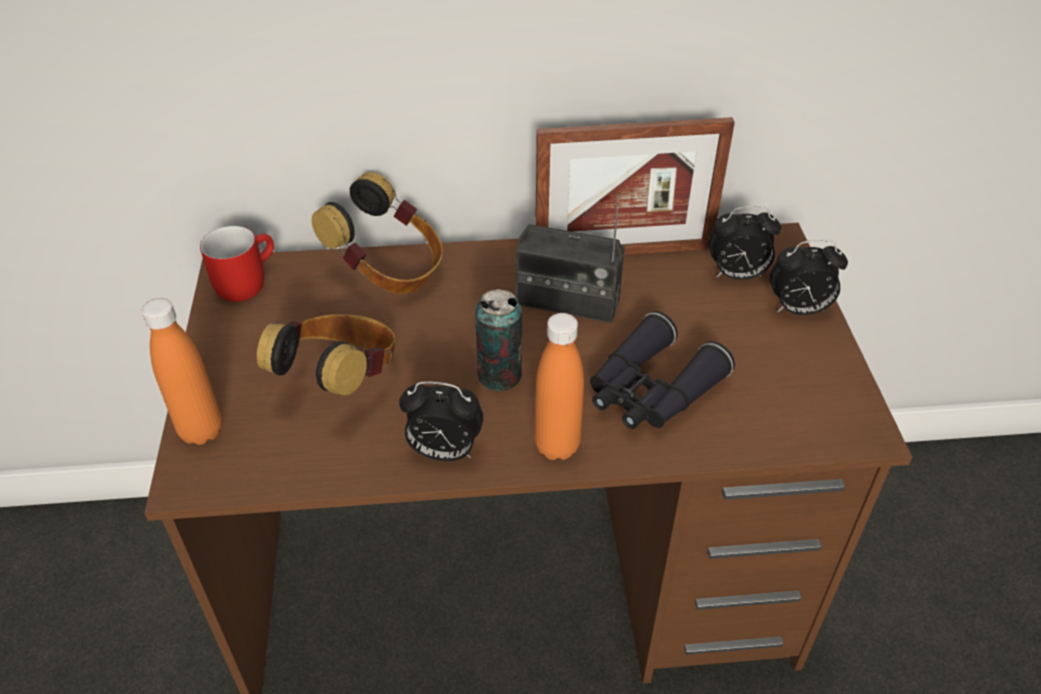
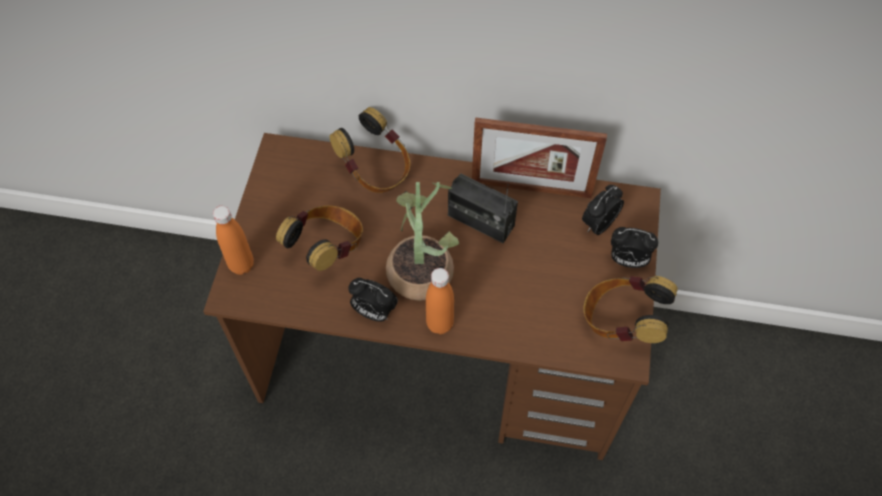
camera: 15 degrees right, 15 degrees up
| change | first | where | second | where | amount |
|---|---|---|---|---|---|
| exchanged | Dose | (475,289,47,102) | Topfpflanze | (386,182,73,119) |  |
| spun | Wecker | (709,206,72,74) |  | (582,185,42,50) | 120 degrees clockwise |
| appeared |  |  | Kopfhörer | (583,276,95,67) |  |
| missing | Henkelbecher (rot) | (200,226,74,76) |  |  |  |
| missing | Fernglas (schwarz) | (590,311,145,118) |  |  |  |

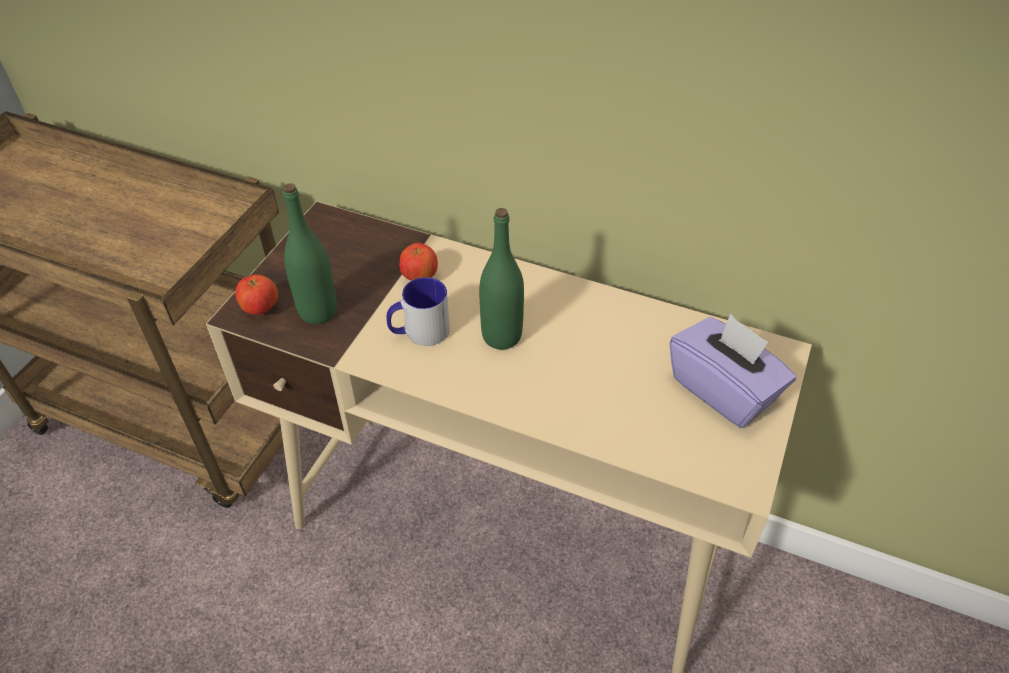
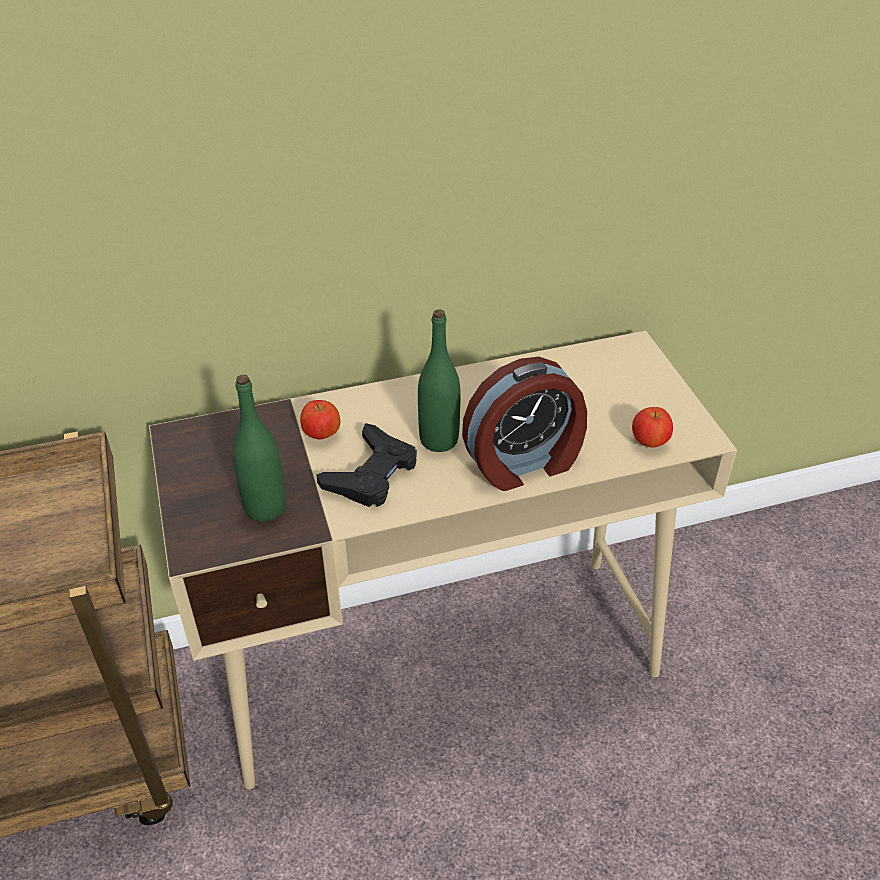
camera: 40 degrees left, 5 degrees down
| change | first | where | second | where | amount |
|---|---|---|---|---|---|
| exchanged | Henkelbecher | (386,277,64,69) | Gamepad (schwarz) | (316,423,101,84) |  |
| appeared |  |  | Wecker | (462,357,125,134) |  |
| relocated | Apfel | (235,274,43,40) |  | (632,407,41,41) |  |
| missing | Taschentuchbox (lila) | (670,314,126,114) |  |  |  |

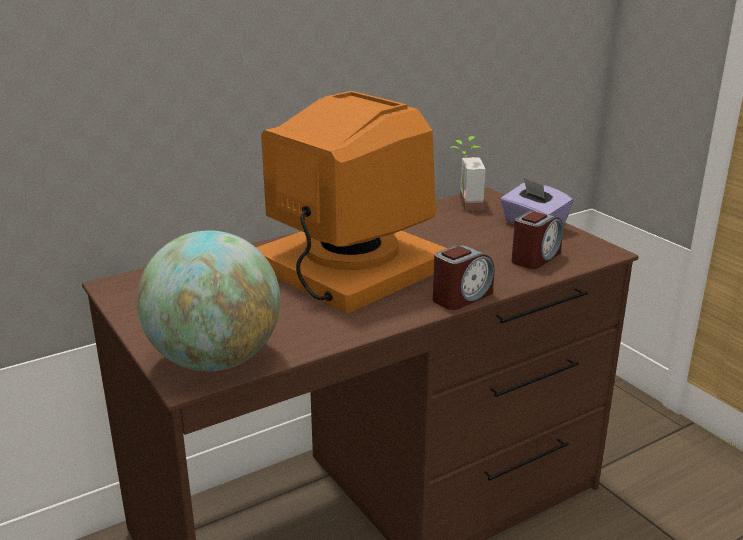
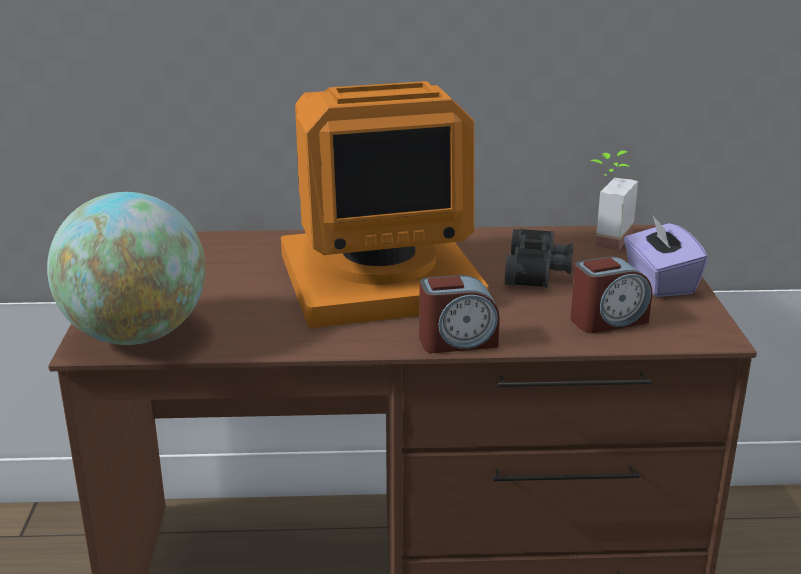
camera: 30 degrees right, 0 degrees up
| change | first | where | second | where | amount |
|---|---|---|---|---|---|
| spun | Monitor | (256,91,191,222) |  | (281,81,208,247) | 90 degrees clockwise |
| appeared |  |  | Fernglas (schwarz) | (505,228,69,60) |  |

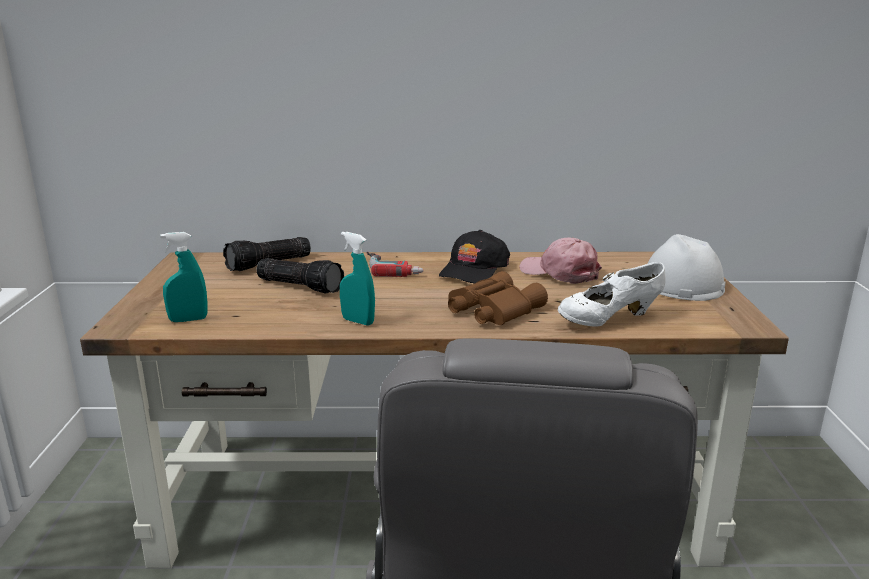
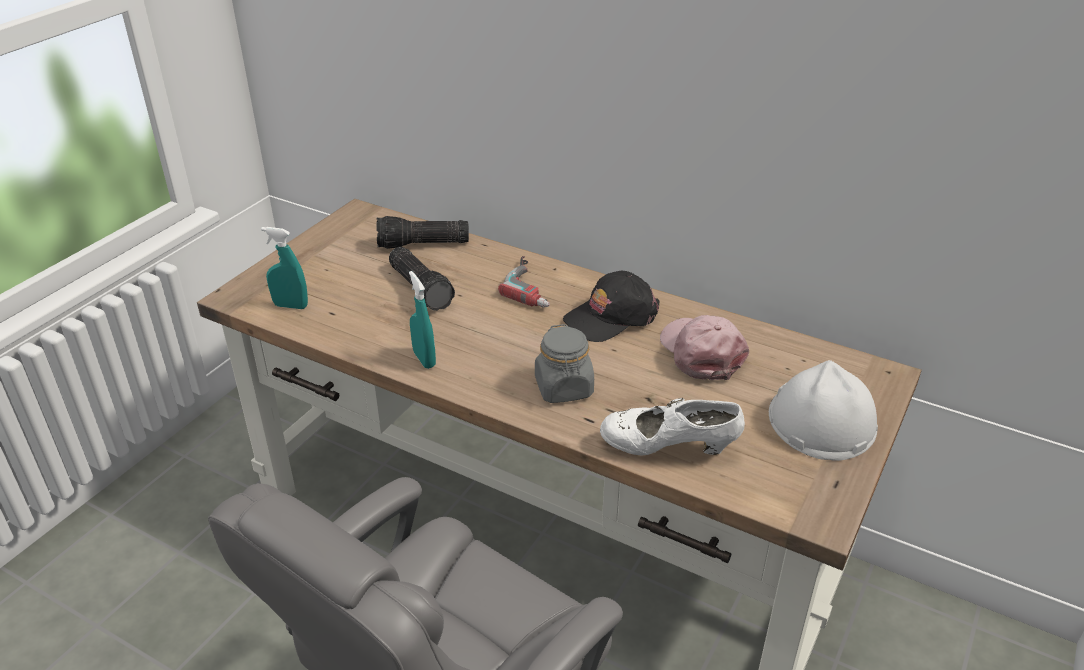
camera: 30 degrees right, 15 degrees up
| change | first | where | second | where | amount |
|---|---|---|---|---|---|
| exchanged | Fernglas (braun) | (448,271,100,54) | Vorratsglas (grau) | (535,324,59,79) |  |

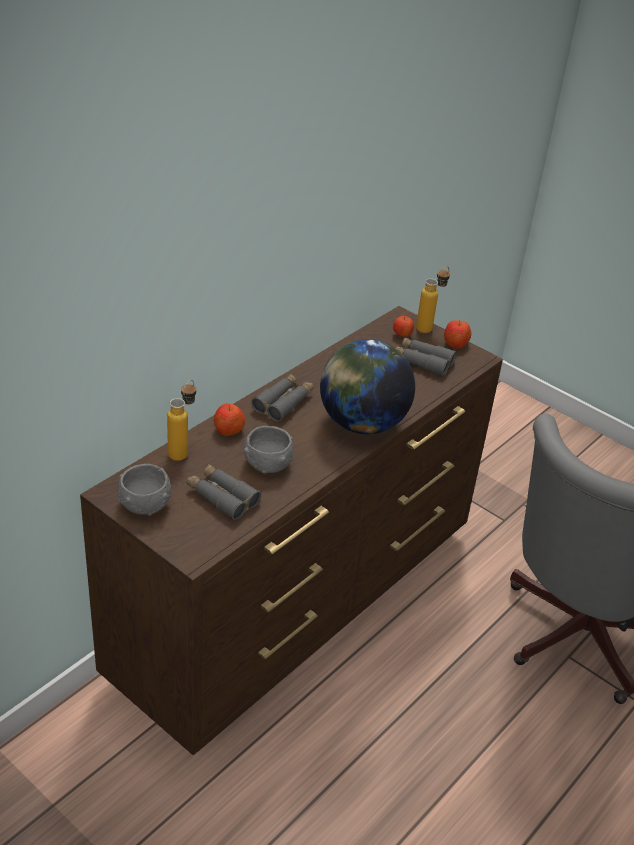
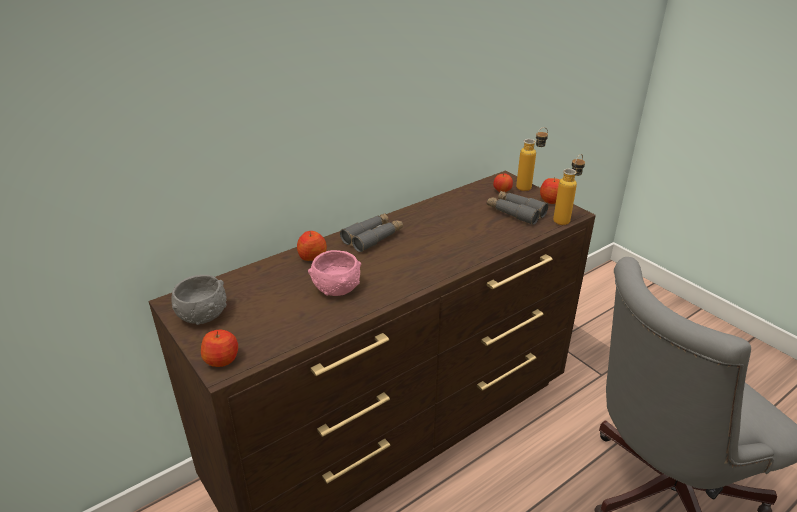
camera: 15 degrees right, 5 degrees down
| change | first | where | second | where | amount |
|---|---|---|---|---|---|
| appeared |  |  | Apfel | (201,330,37,37) |  |
| colour | Schüssel (grau) | (244,426,50,48) | Schüssel (rosa) | (308,250,53,46) |  |
| relocated | Flasche | (167,380,29,81) |  | (553,154,32,71) |  |
| missing | Fernglas (grau) | (186,464,75,56) |  |  |  |
| missing | Globus | (320,339,95,95) |  |  |  |

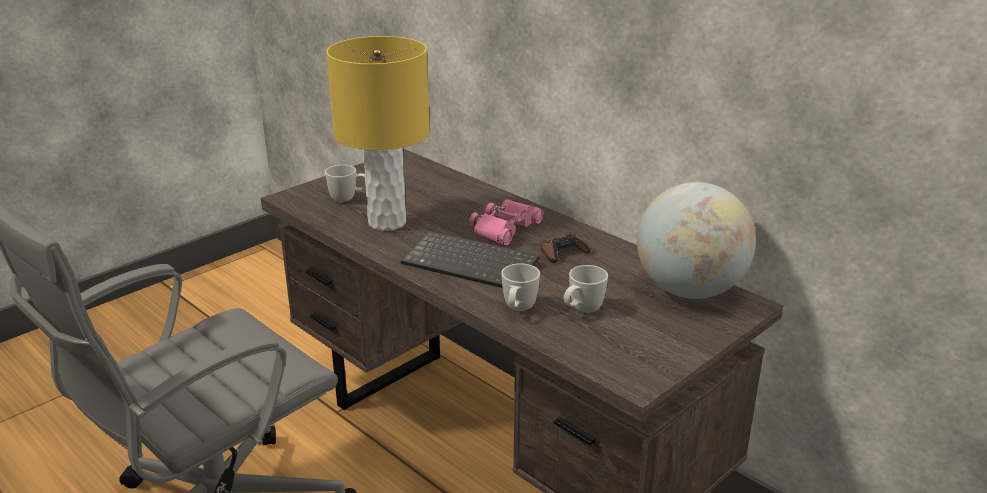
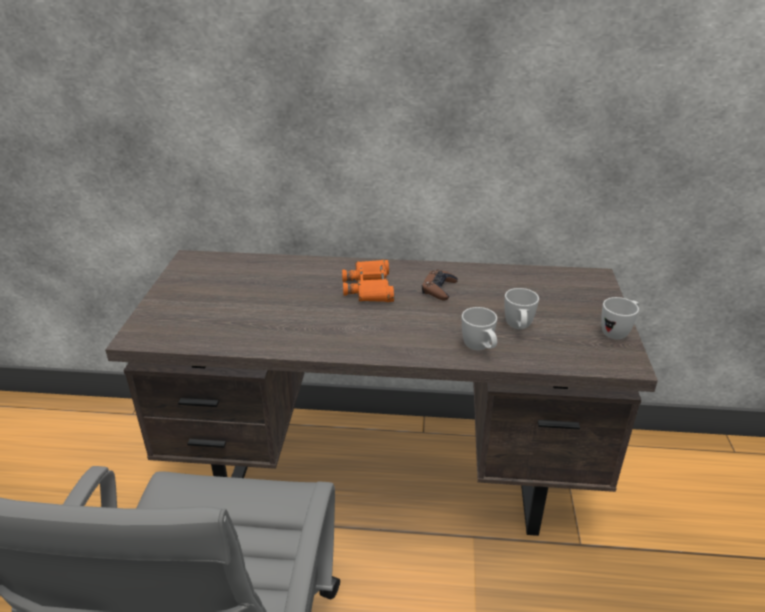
camera: 40 degrees left, 5 degrees up
| change | first | where | second | where | amount |
|---|---|---|---|---|---|
| colour | Fernglas (rosa) | (469,199,75,47) | Fernglas (orange) | (342,260,52,42) |  |
| relocated | Henkelbecher (weiß) | (325,165,40,37) |  | (601,297,38,42) |  |
| missing | Tischlampe (gelb) | (326,36,104,195) |  |  |  |
| missing | Tastatur | (401,231,138,57) |  |  |  |
| missing | Globus | (637,182,119,117) |  |  |  |

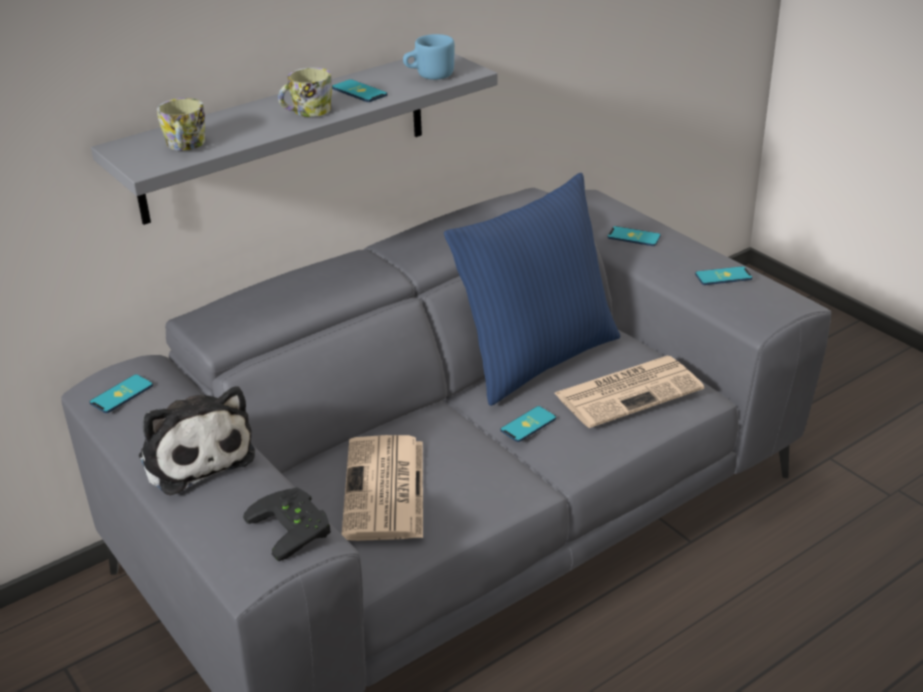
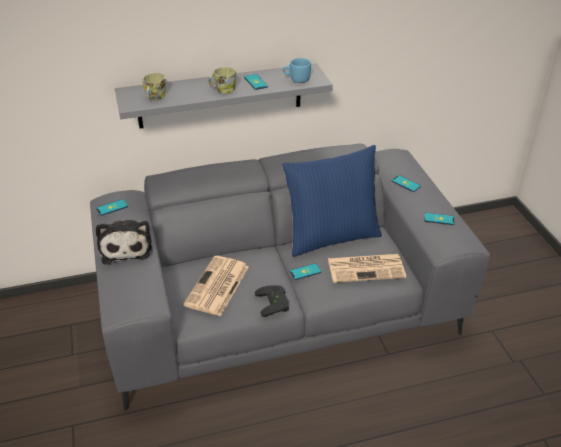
camera: 20 degrees right, 5 degrees up
| change | first | where | second | where | amount |
|---|---|---|---|---|---|
| relocated | Gamepad (schwarz) | (243,487,88,74) |  | (255,285,34,32) |  |

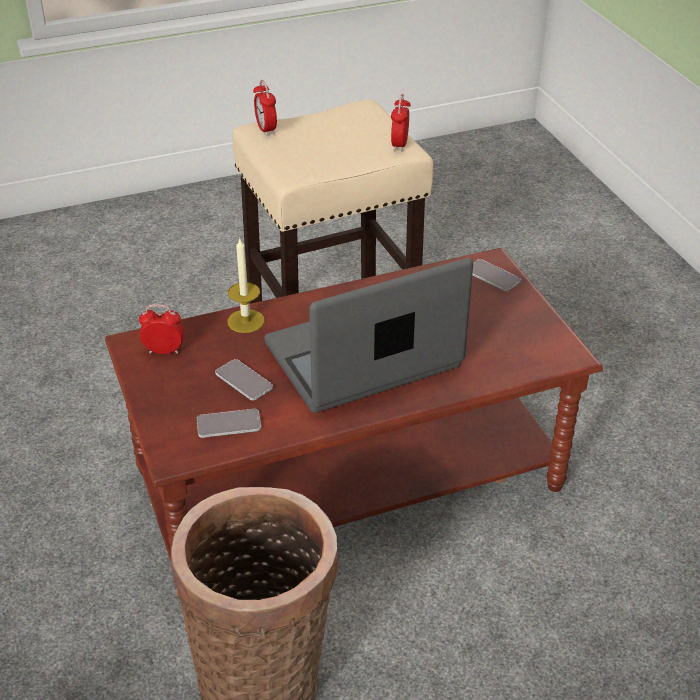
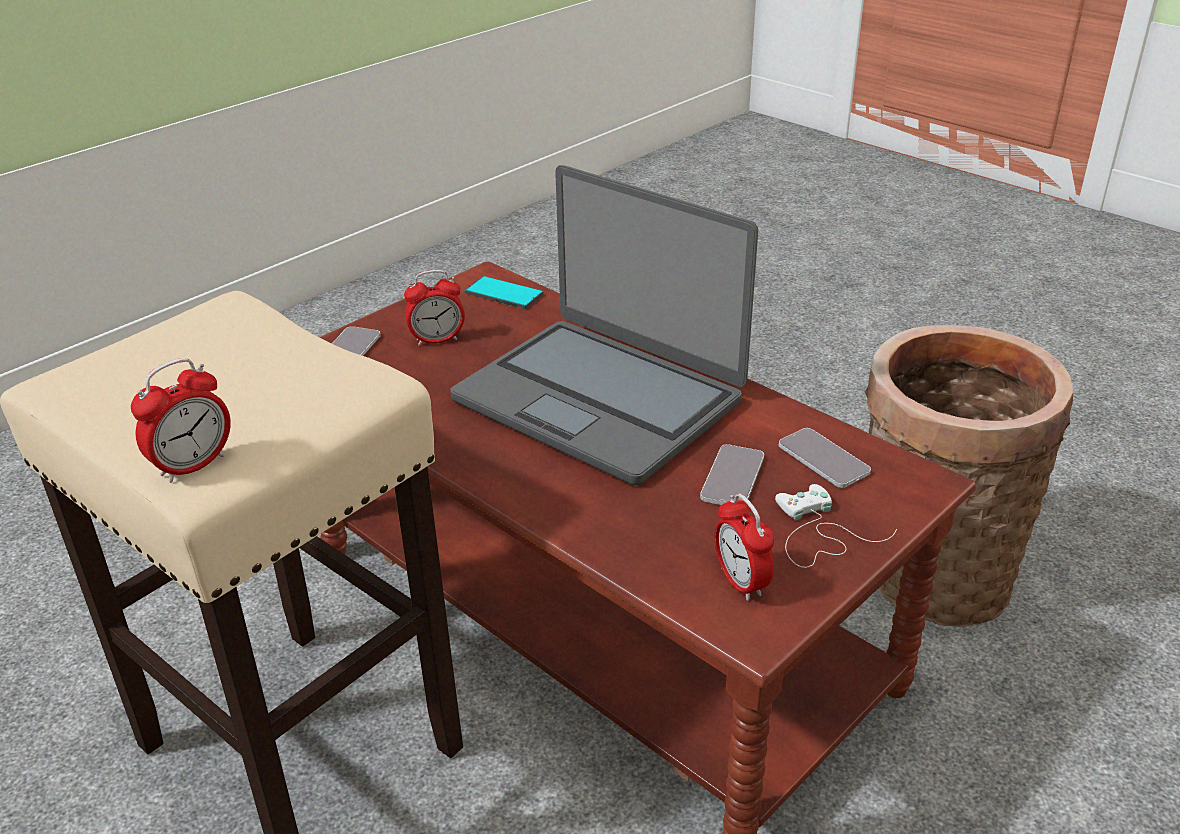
camera: 115 degrees left, 5 degrees down
| change | first | where | second | where | amount |
|---|---|---|---|---|---|
| relocated | Wecker | (391,94,20,58) |  | (404,270,61,76) |  |
| appeared |  |  | Handy | (464,276,80,33) |  |
| appeared |  |  | Gamepad (weiß) | (775,484,122,84) |  |
| missing | Kerze | (227,237,38,96) |  |  |  |

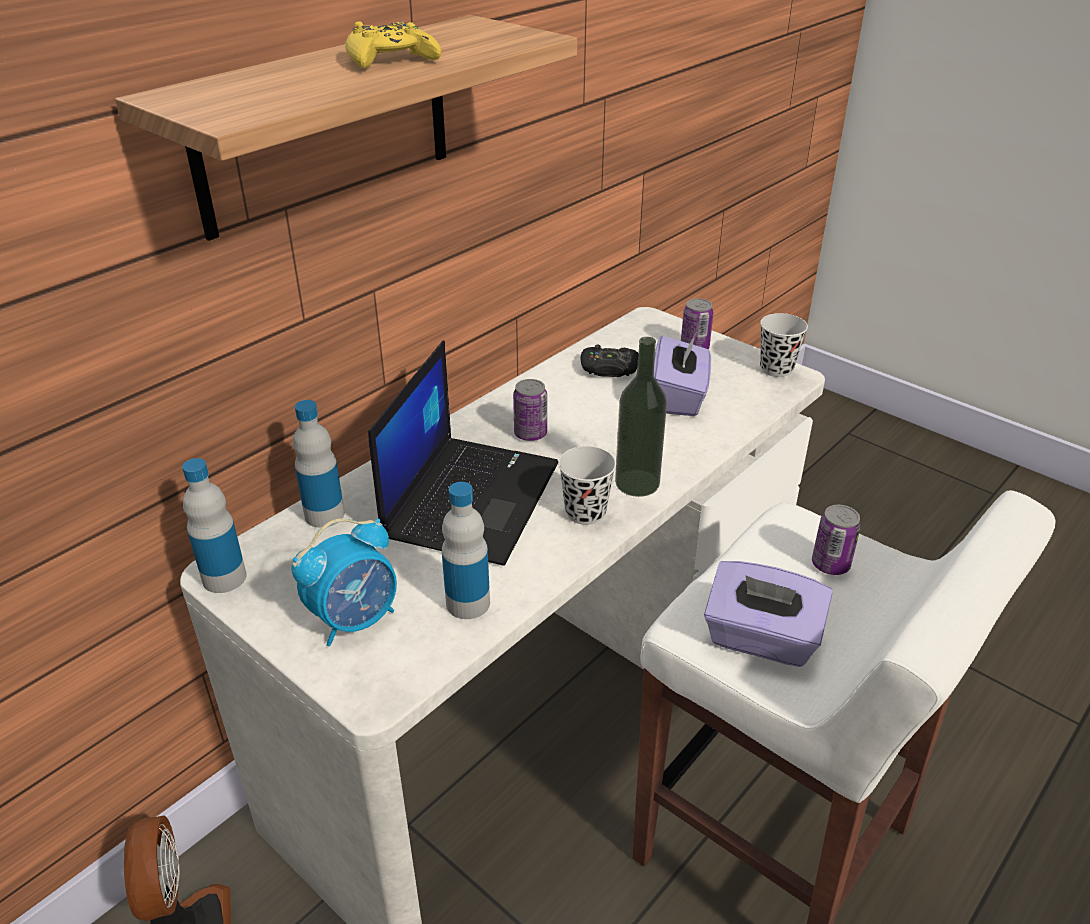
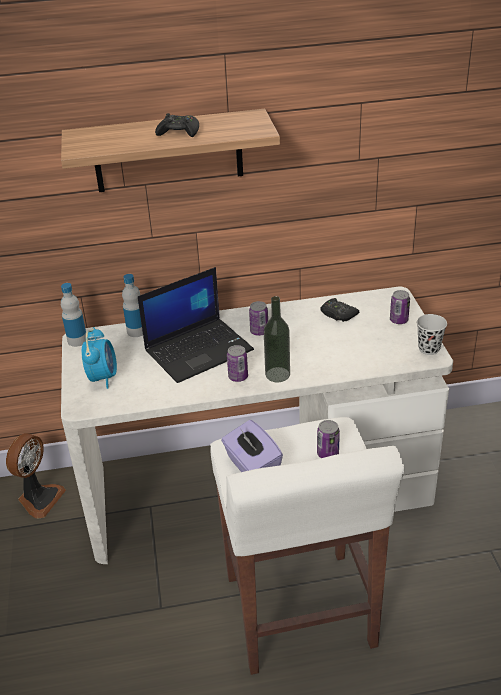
camera: 40 degrees right, 0 degrees up
| change | first | where | second | where | amount |
|---|---|---|---|---|---|
| spun | Wecker | (292,518,105,129) |  | (81,327,36,62) | 90 degrees counterclockwise |
| colour | Gamepad (gelb) | (345,21,96,47) | Gamepad (schwarz) | (155,113,44,24) |  |
| exchanged | Tasse (schwarz) | (558,446,58,79) | Dose | (227,345,21,37) |  |
| missing | Flasche | (442,482,48,137) |  |  |  |
| missing | Taschentuchbox (lila) | (654,333,57,83) |  |  |  |

